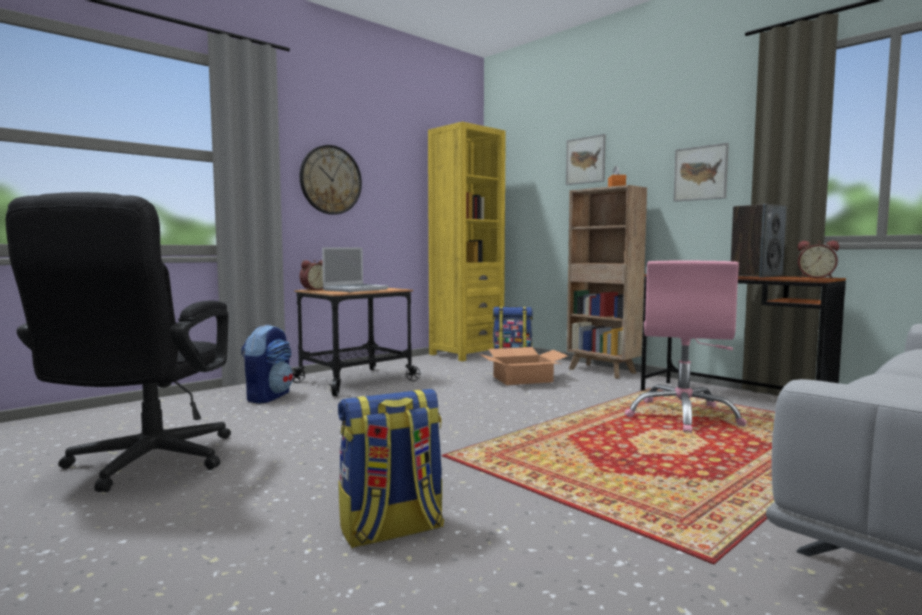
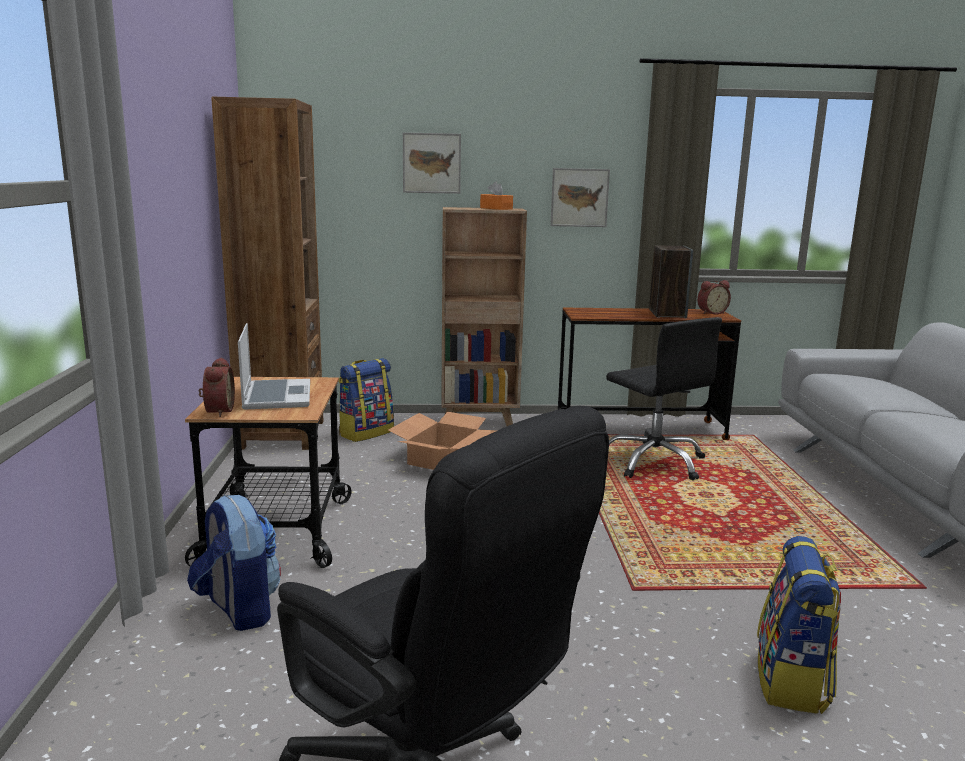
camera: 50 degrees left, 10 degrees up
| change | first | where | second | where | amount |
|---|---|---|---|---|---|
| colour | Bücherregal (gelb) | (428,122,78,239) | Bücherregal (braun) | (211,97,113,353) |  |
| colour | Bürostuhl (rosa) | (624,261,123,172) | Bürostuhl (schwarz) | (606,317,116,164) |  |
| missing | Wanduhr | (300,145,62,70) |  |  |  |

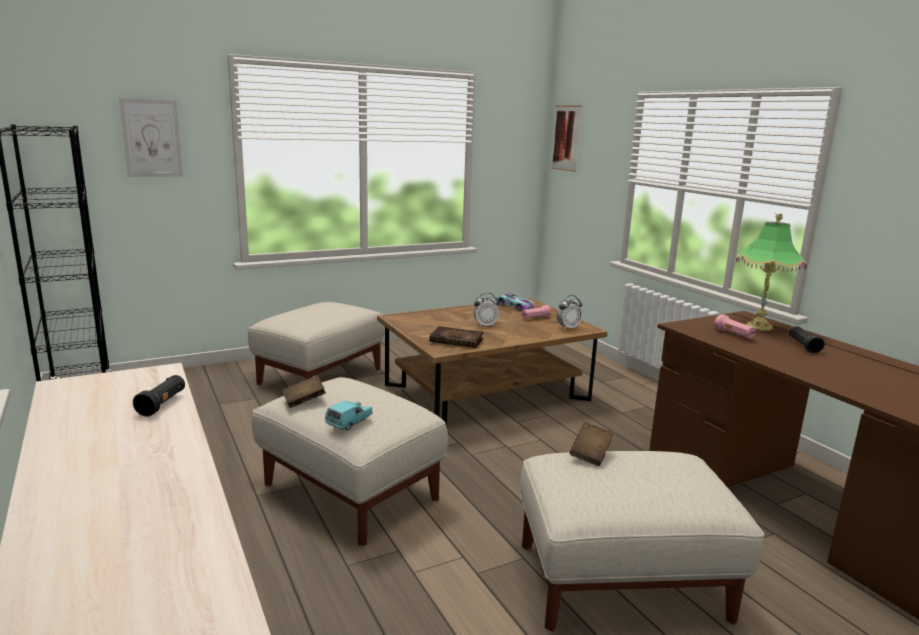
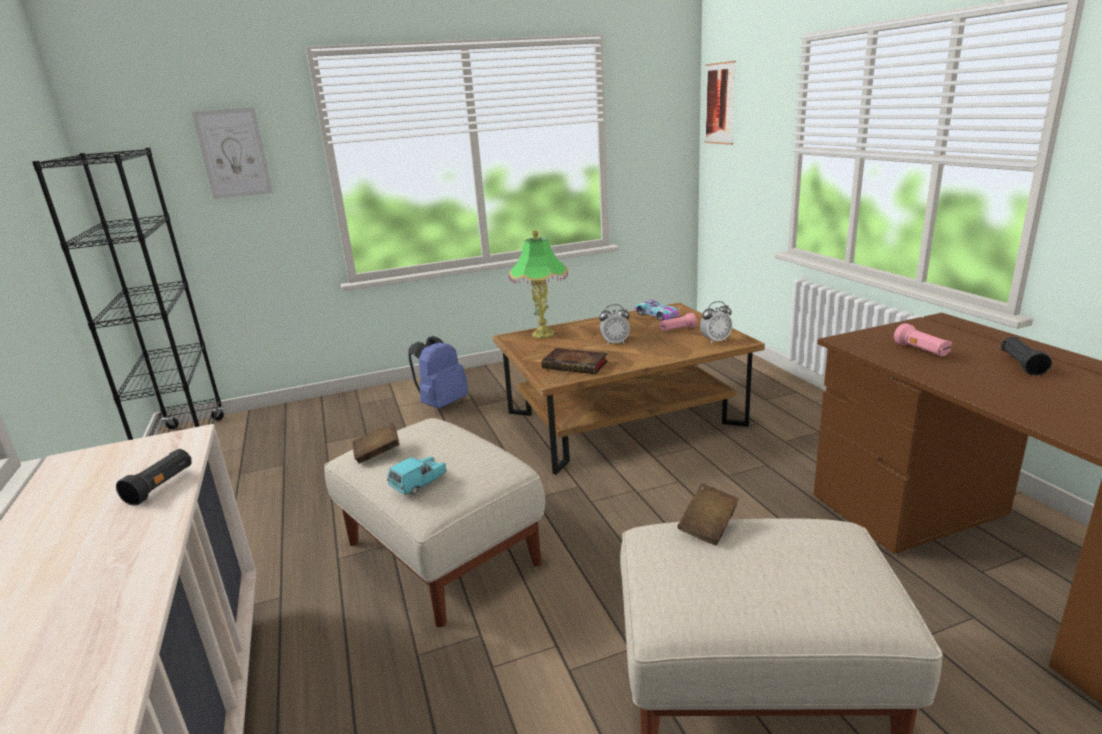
camera: 10 degrees right, 5 degrees up
| change | first | where | second | where | amount |
|---|---|---|---|---|---|
| exchanged | Polsterhocker (beige) | (248,302,137,83) | Rucksack (blau) | (409,336,59,73) |  |
| relocated | Tischlampe | (736,213,71,118) |  | (509,230,59,108) |  |

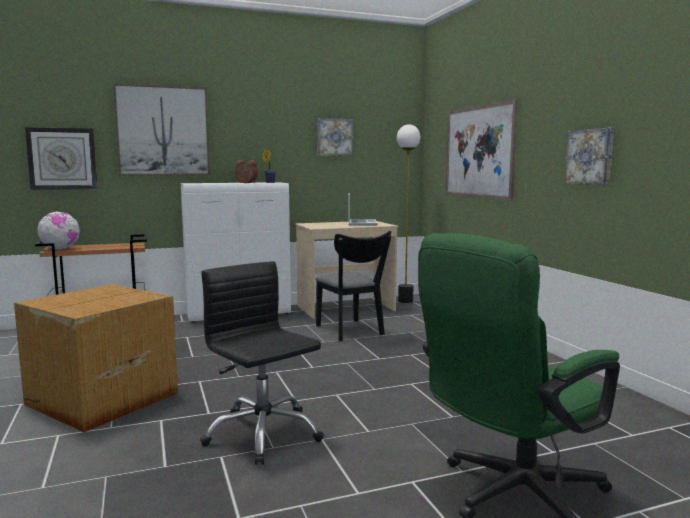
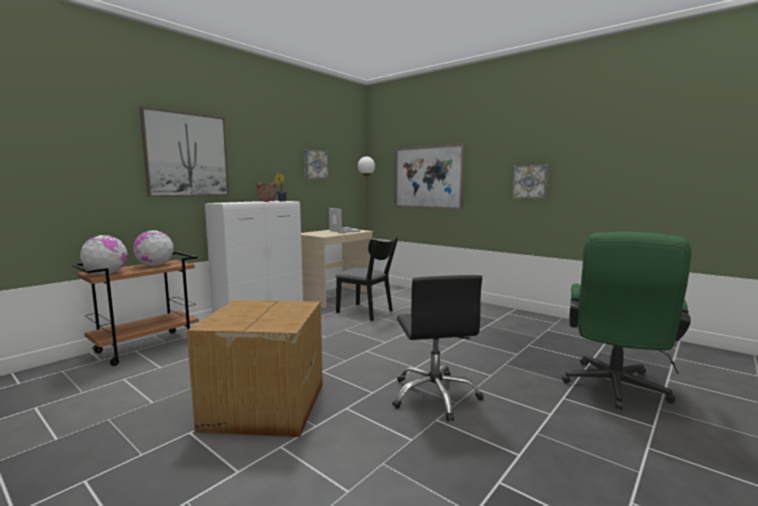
camera: 30 degrees left, 0 degrees up
| change | first | where | second | where | amount |
|---|---|---|---|---|---|
| appeared |  |  | Globus | (133,230,40,36) |  |
| spun | Bürostuhl (schwarz) | (200,261,124,204) |  | (392,275,92,146) | 120 degrees counterclockwise |
| missing | Wanduhr | (25,127,73,63) |  |  |  |

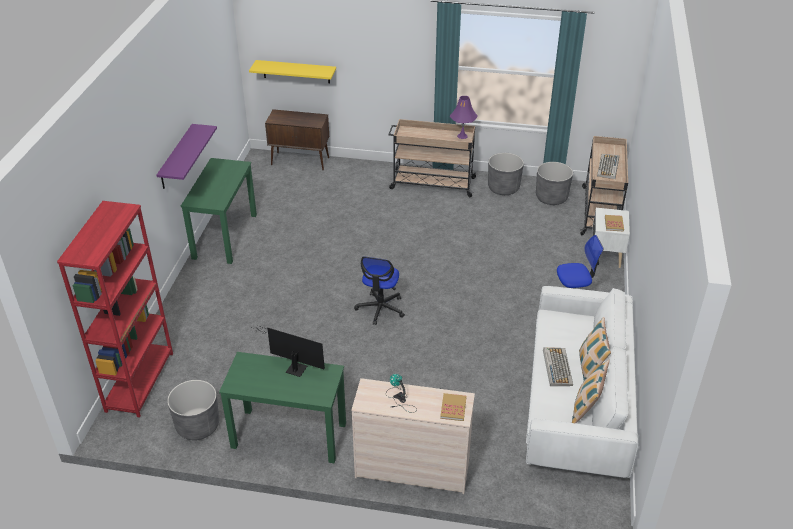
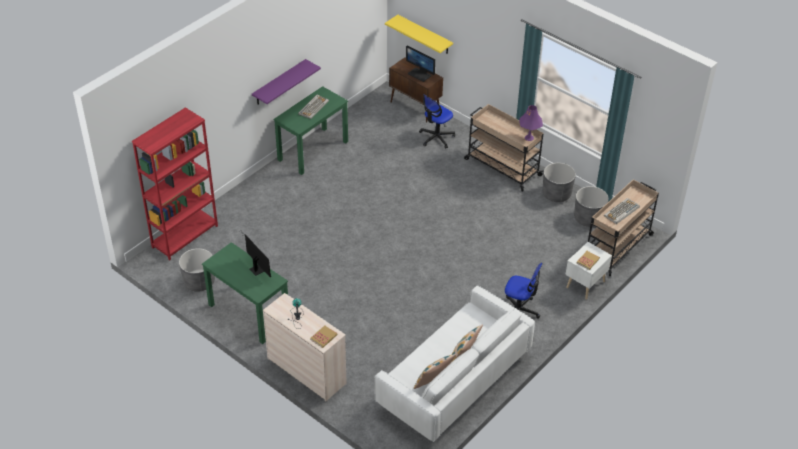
camera: 30 degrees right, 5 degrees up
| change | first | where | second | where | amount |
|---|---|---|---|---|---|
| relocated | Tastatur | (543,347,30,39) |  | (298,95,31,24) |  |
| appeared |  |  | Monitor | (406,46,29,36) |  |
| relocated | Bürostuhl | (354,256,51,69) |  | (419,94,36,55) |  |

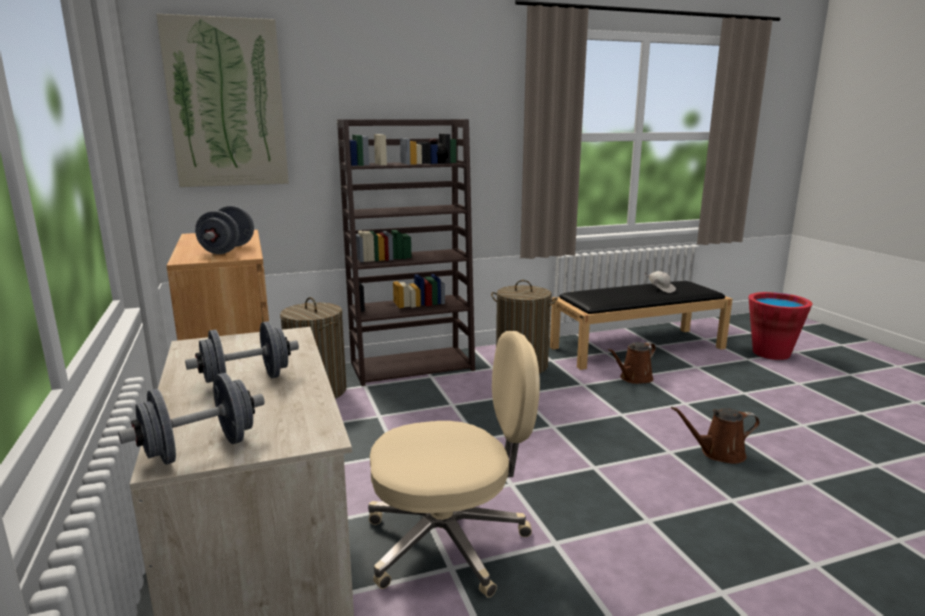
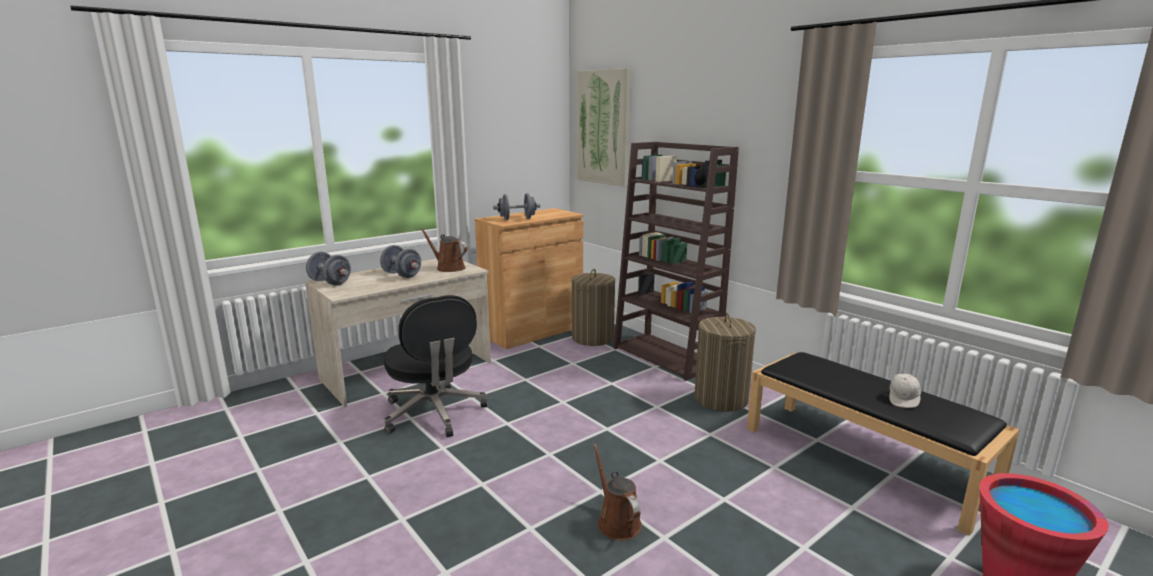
camera: 70 degrees right, 0 degrees up
| change | first | where | second | where | amount |
|---|---|---|---|---|---|
| colour | Bürostuhl (beige) | (368,331,172,267) | Bürostuhl (schwarz) | (383,295,104,142) |  |
| relocated | Gießkanne (braun) | (608,342,48,42) |  | (420,228,47,44) |  |

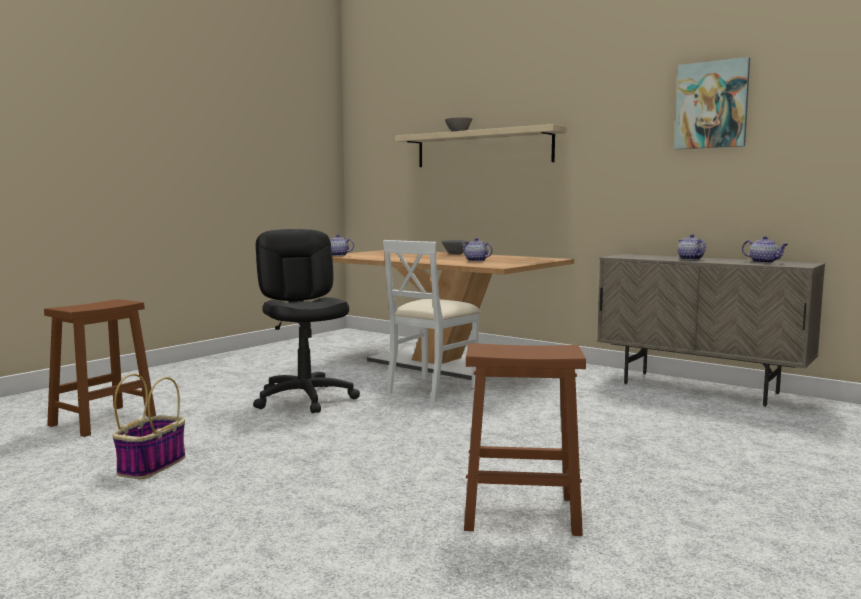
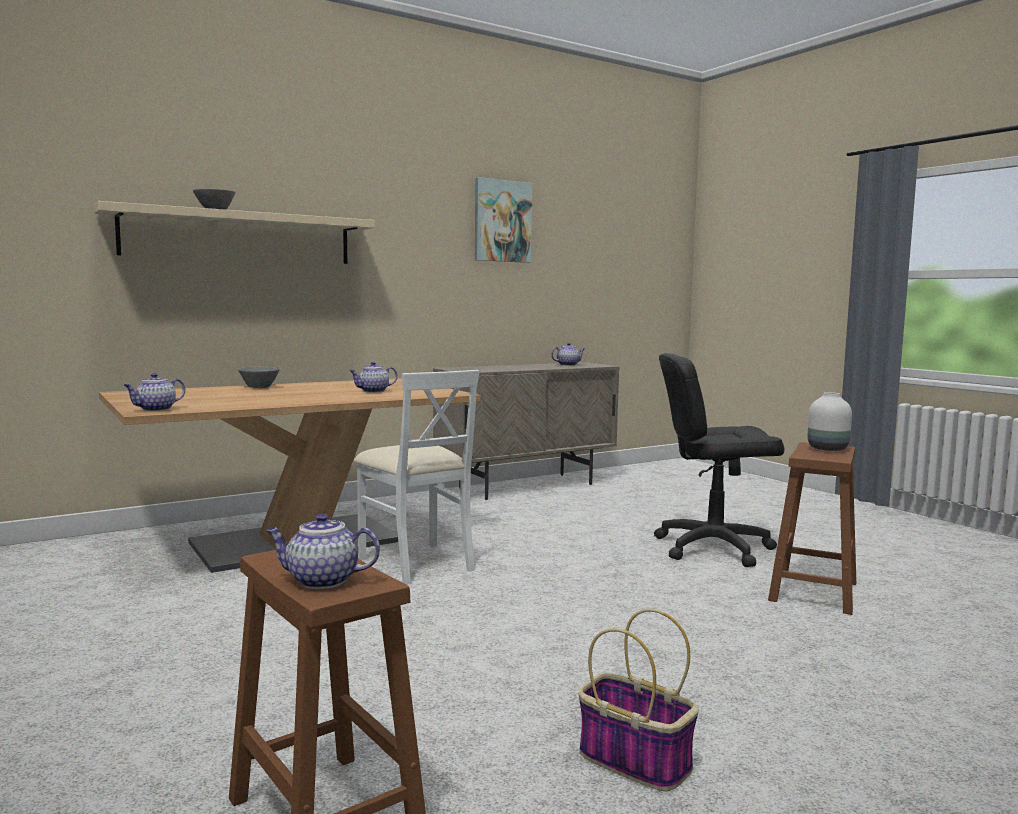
camera: 70 degrees left, 0 degrees up
| change | first | where | second | where | amount |
|---|---|---|---|---|---|
| relocated | Teekanne | (678,234,28,26) |  | (266,513,114,76) |  |
| relocated | Bürostuhl (schwarz) | (253,229,107,184) |  | (654,353,130,214) |  |
| appeared |  |  | Vase (weiß) | (808,392,44,59) |  |

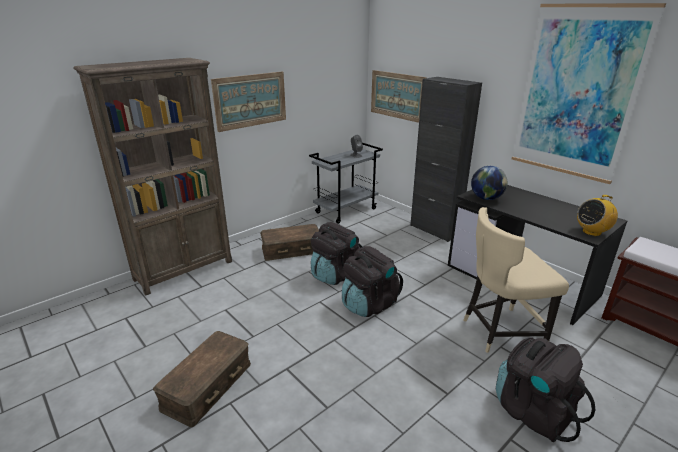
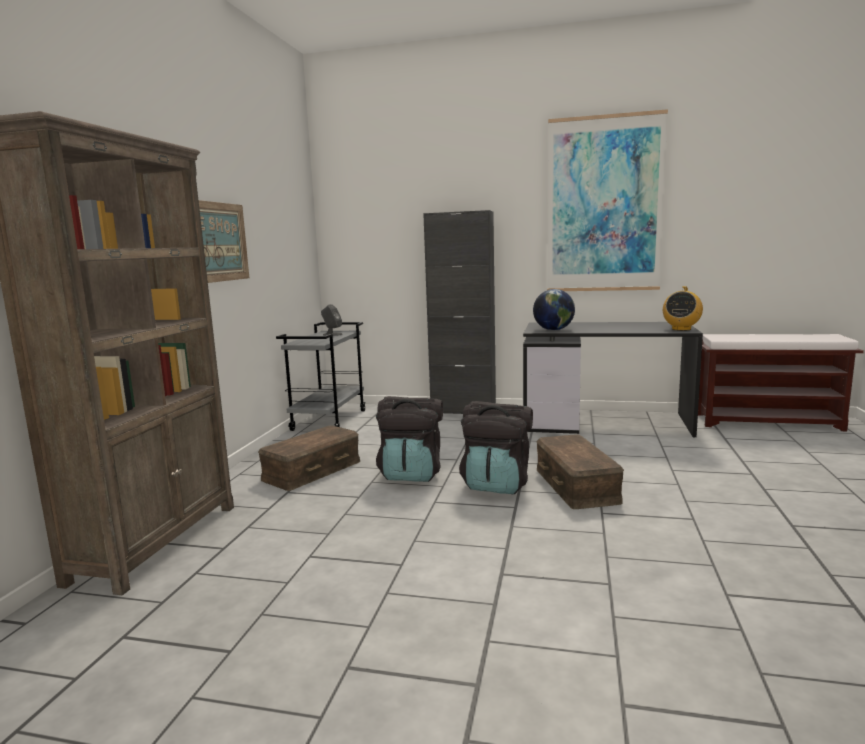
camera: 35 degrees left, 15 degrees down
| change | first | where | second | where | amount |
|---|---|---|---|---|---|
| relocated | Aufbewahrungsbox (braun) | (153,331,98,96) |  | (536,434,88,75) |  |
| missing | Bild | (371,70,56,53) |  |  |  |
| missing | Stuhl (beige) | (463,207,106,146) |  |  |  |
| missing | Rucksack (schwarz) | (496,337,99,105) |  |  |  |

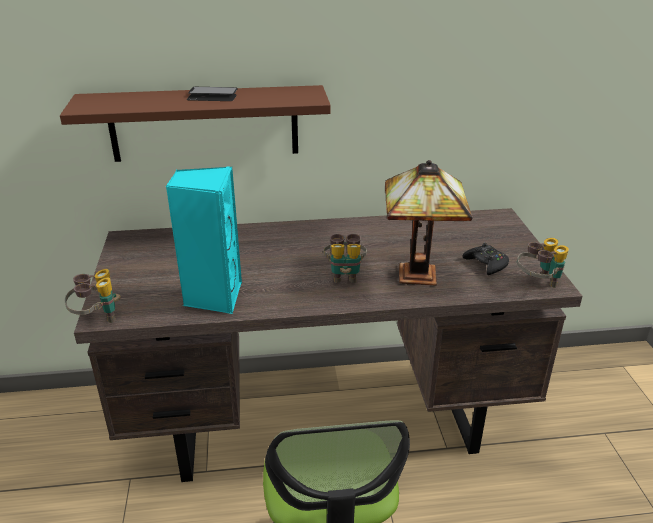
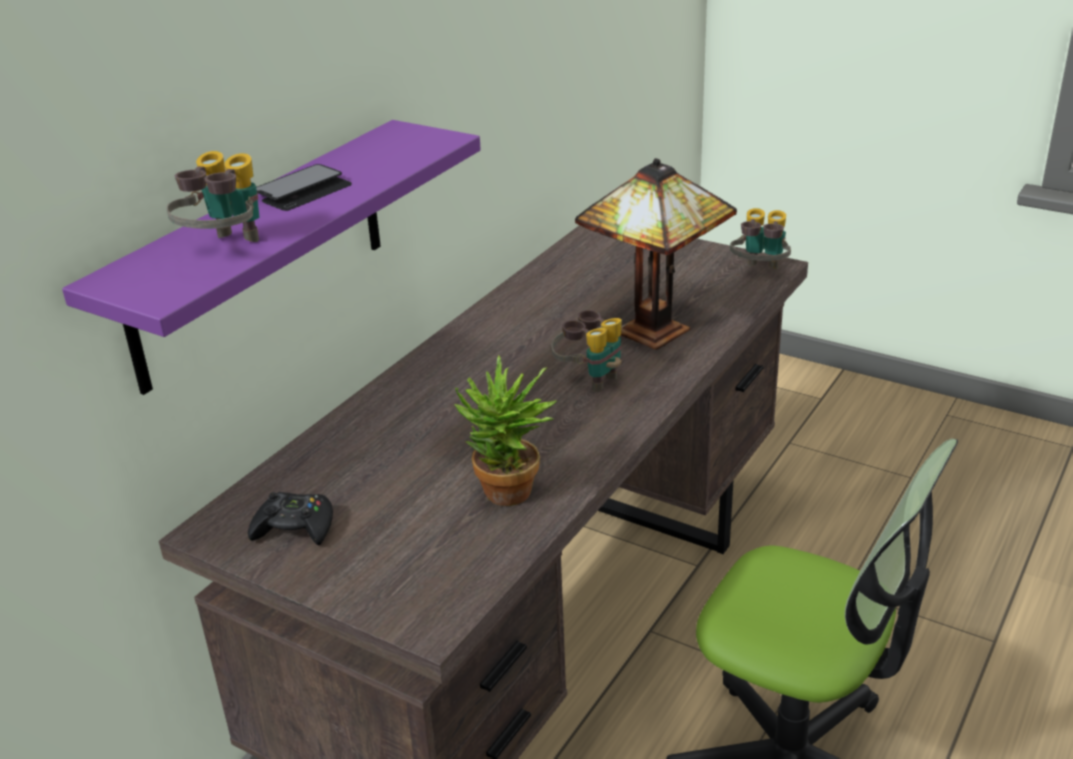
camera: 50 degrees left, 0 degrees up
| change | first | where | second | where | amount |
|---|---|---|---|---|---|
| colour | Wandregal (braun) | (60,85,271,77) | Wandregal (lila) | (62,120,419,275) |  |
| relocated | Fernglas | (65,269,56,54) |  | (166,151,93,91) |  |
| relocated | Gamepad (schwarz) | (462,243,47,32) |  | (248,492,85,53) |  |
| exchanged | Lautsprecher (türkis) | (166,167,76,147) | Topfpflanze | (454,356,103,150) |  |

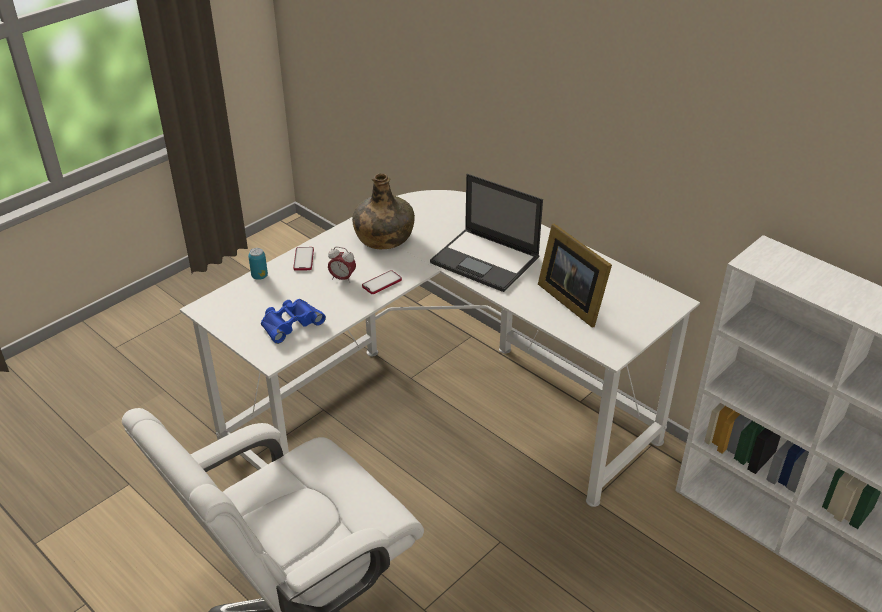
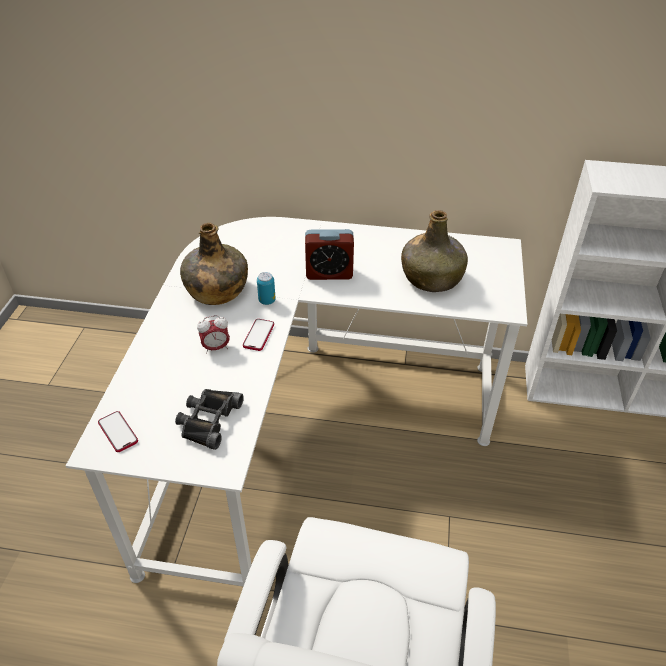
camera: 35 degrees left, 5 degrees up
| change | first | where | second | where | amount |
|---|---|---|---|---|---|
| relocated | Handy | (293,247,21,24) |  | (98,411,40,41) |  |
| colour | Fernglas (blau) | (261,299,65,45) | Fernglas (schwarz) | (175,389,69,61) |  |
| relocated | Dose | (248,248,20,32) |  | (257,272,19,33) |  |
| exchanged | Laptop | (430,174,113,118) | Wecker | (305,229,49,51) |  |
| exchanged | Bilderrahmen | (538,224,74,104) | Flasche (grün) | (401,210,67,82) |  |

